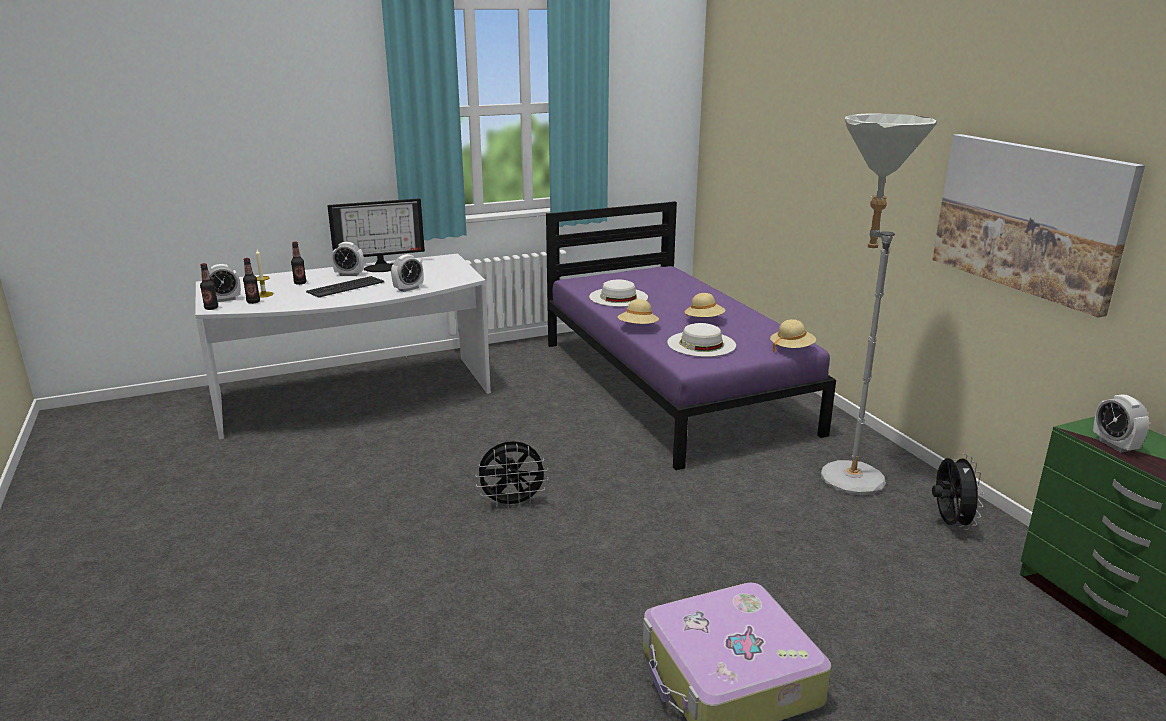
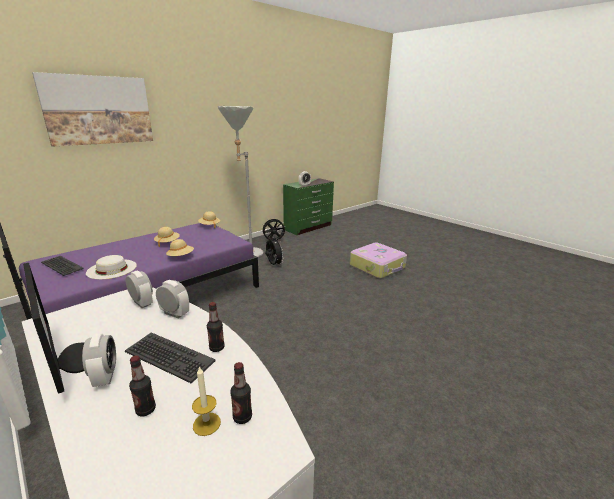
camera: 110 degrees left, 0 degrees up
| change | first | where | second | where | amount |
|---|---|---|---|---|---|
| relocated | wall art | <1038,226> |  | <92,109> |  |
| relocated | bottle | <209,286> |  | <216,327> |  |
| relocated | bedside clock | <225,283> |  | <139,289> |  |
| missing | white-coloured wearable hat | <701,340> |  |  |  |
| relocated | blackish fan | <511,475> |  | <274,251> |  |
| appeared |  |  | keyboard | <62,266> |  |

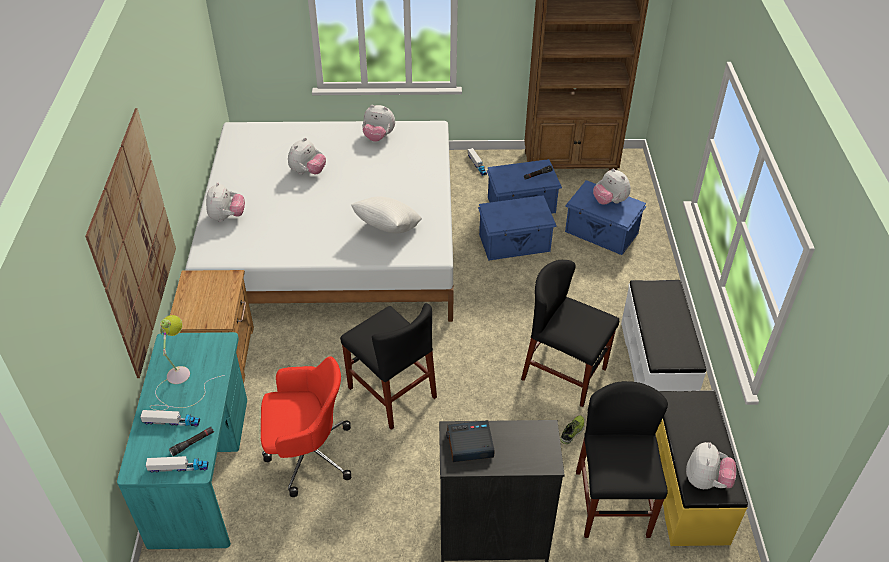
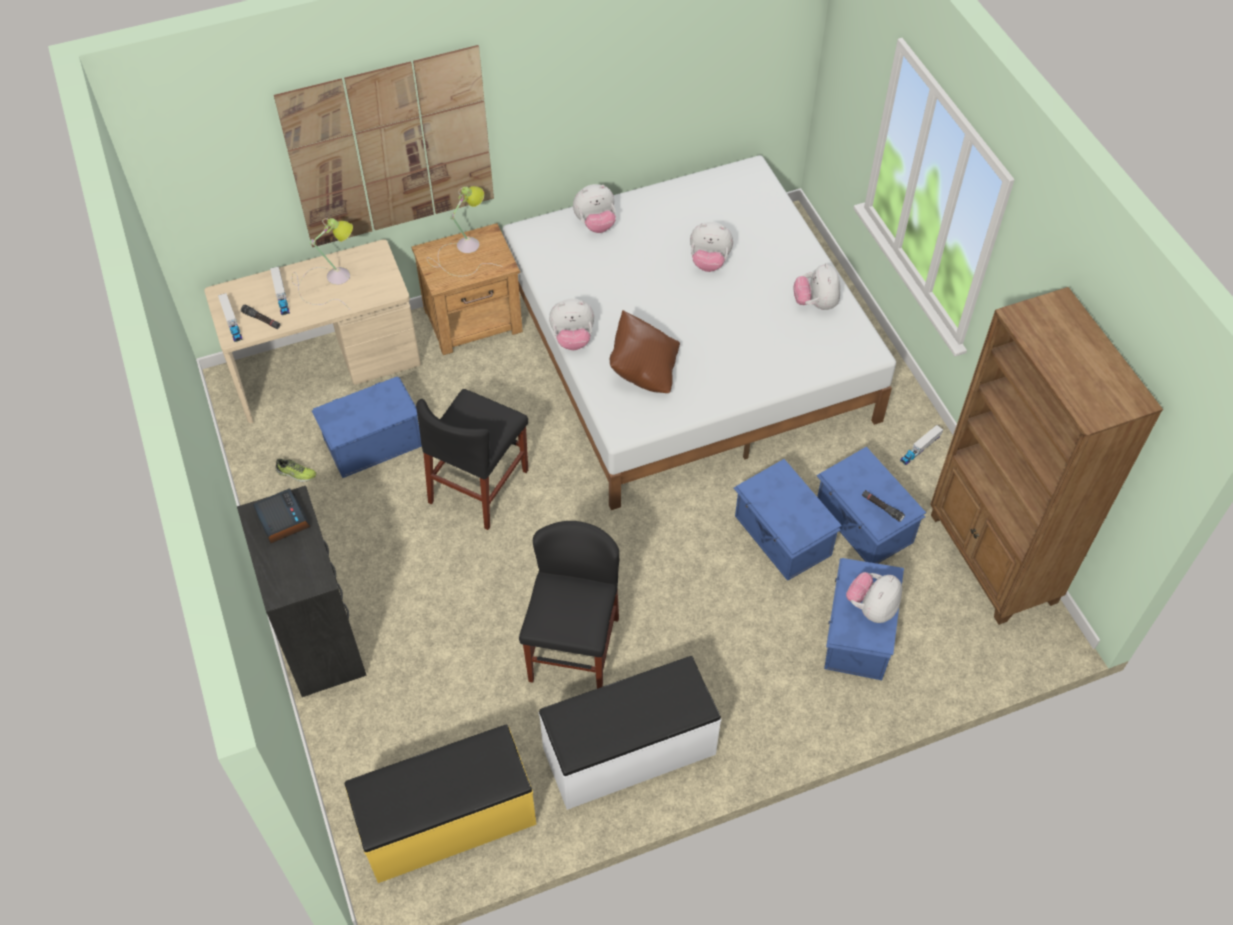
camera: 70 degrees right, 10 degrees up
| change | first | where | second | where | amount |
|---|---|---|---|---|---|
| colour | white-coloured pillow | <386,215> | brownish pillow | <645,351> |  |
| colour | blue-green desk unit | <182,440> | sand-coloured desk unit | <312,331> |  |
| exchanged | reddish computer chair | <306,426> | blue-coloured storage box | <367,427> |  |
| missing | blackish plain chair | <622,459> |  |  |  |
| relocated | shoe | <572,429> |  | <295,470> |  |
| relocated | cuddly toy | <711,465> |  | <571,324> |  |
| appeared |  |  | lamp for a table | <464,231> |  |

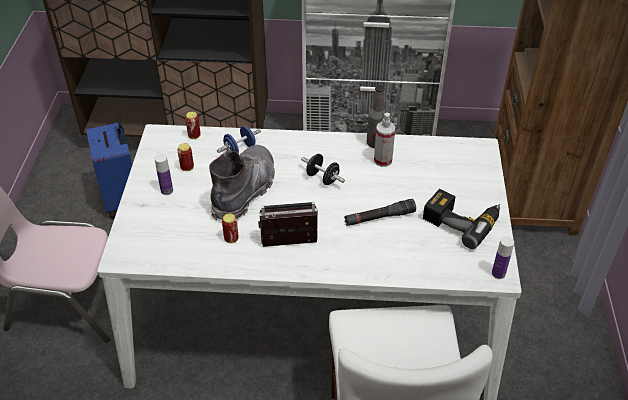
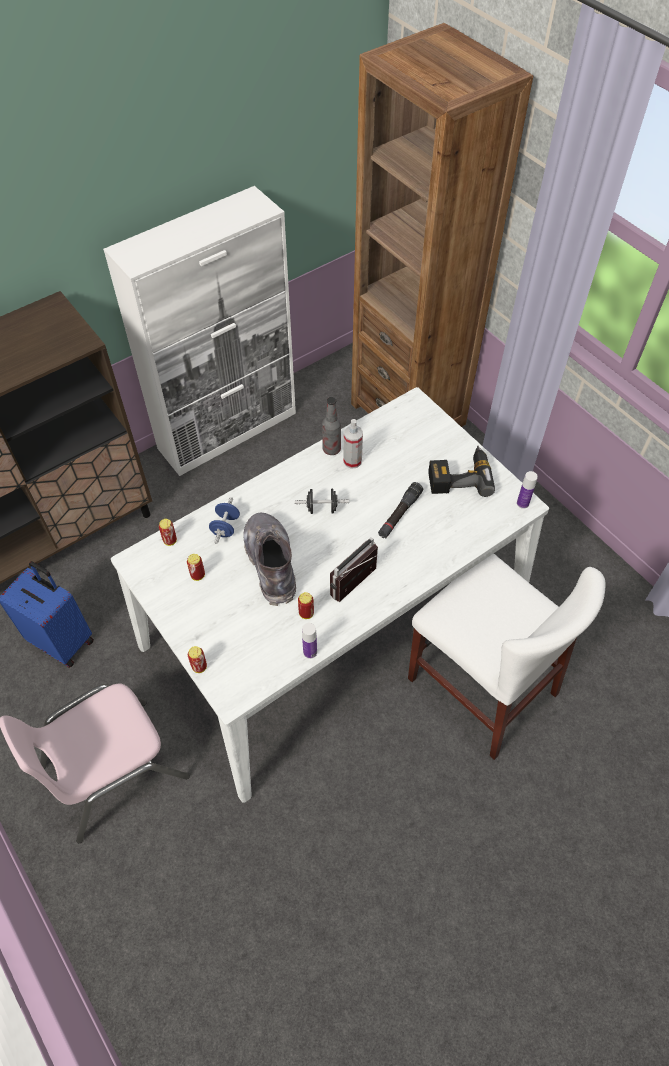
camera: 40 degrees left, 10 degrees up
| change | first | where | second | where | amount |
|---|---|---|---|---|---|
| relocated | bottle | <164,174> |  | <309,641> |  |
| appeared |  |  | sealed can | <197,659> |  |

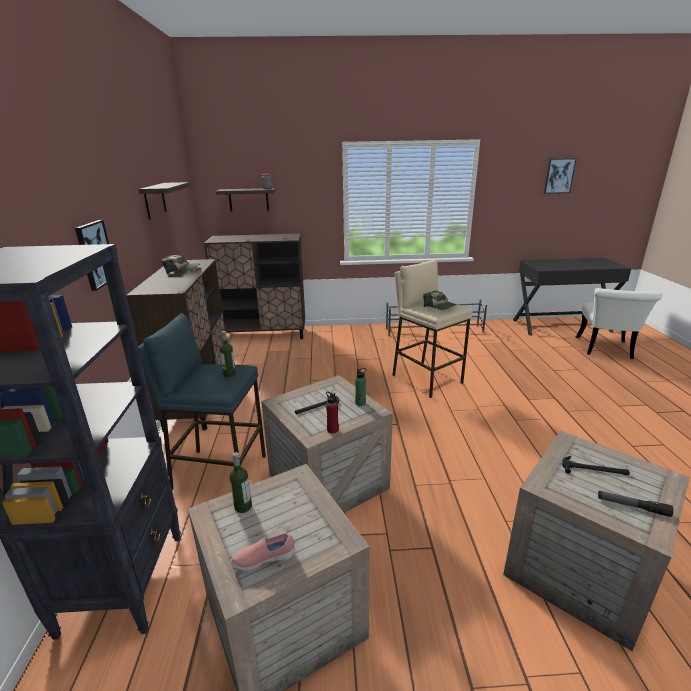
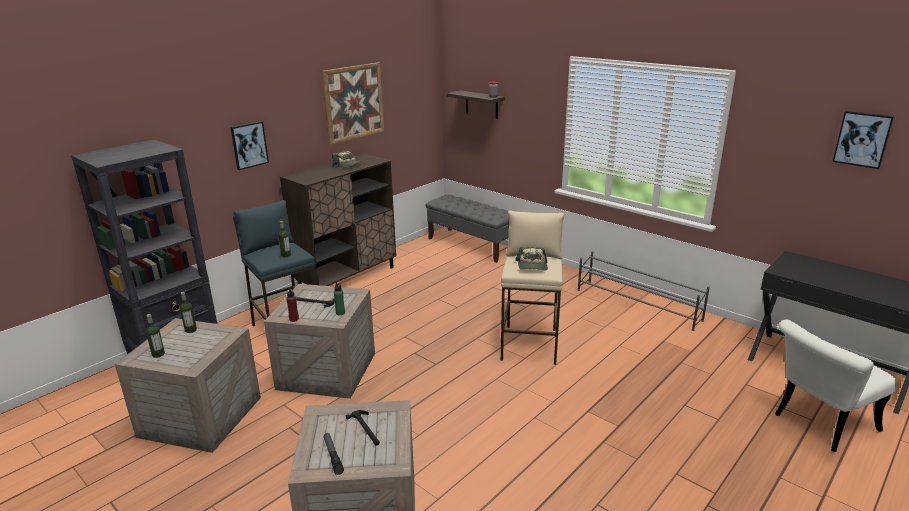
camera: 45 degrees right, 0 degrees up
| change | first | where | second | where | amount |
|---|---|---|---|---|---|
| exchanged | shelf | <164,200> | wall art | <353,103> |  |
| exchanged | brownish cabinet | <254,286> | grey bench | <467,229> |  |
| exchanged | pinkish shoe | <263,552> | bottle | <155,336> |  |

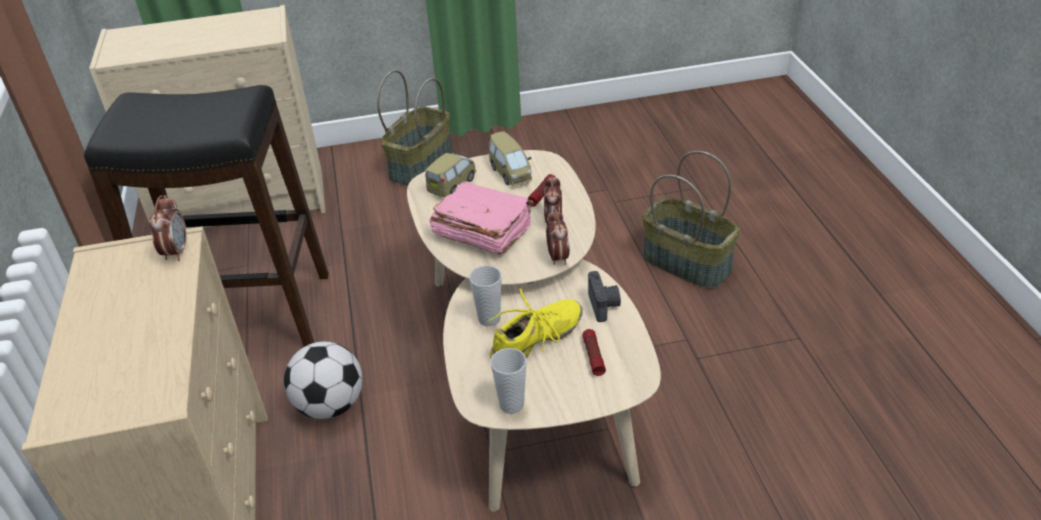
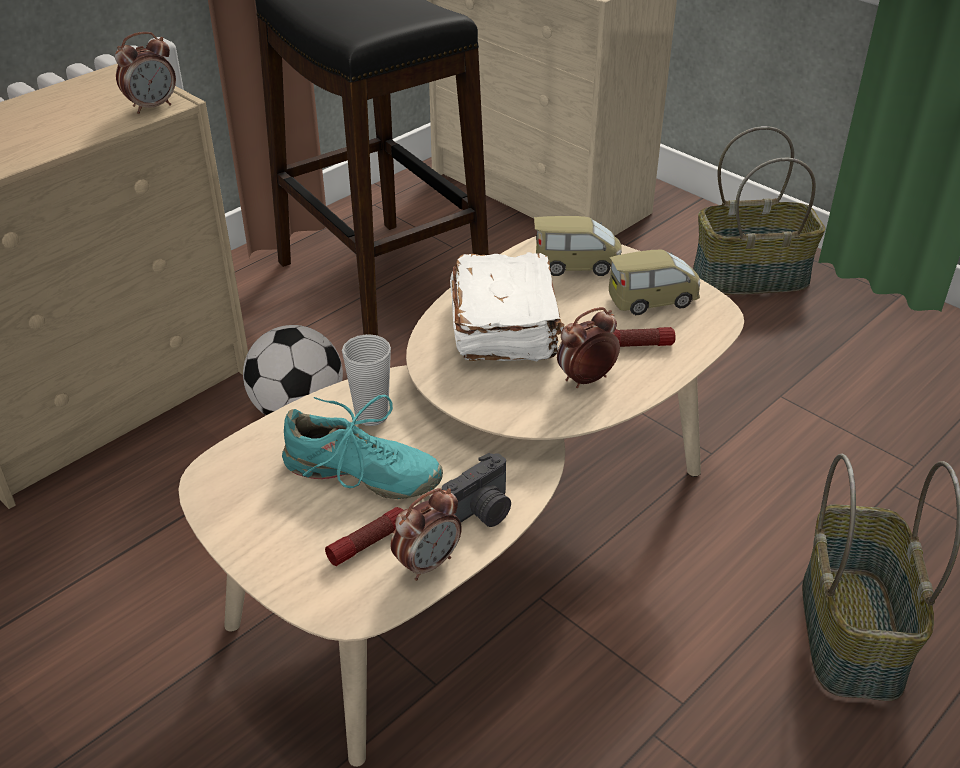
camera: 55 degrees right, 0 degrees up
| change | first | where | second | where | amount |
|---|---|---|---|---|---|
| spun | toy car | <510,158> |  | <654,282> | 135 degrees counterclockwise |
| colour | pinkish book | <481,218> | white-coloured book | <507,307> |  |
| relocated | bedside clock | <558,237> |  | <426,534> |  |
| colour | yellow-coloured shoe | <535,323> | blue-green shoe | <362,447> |  |
| missing | cup | <508,381> |  |  |  |

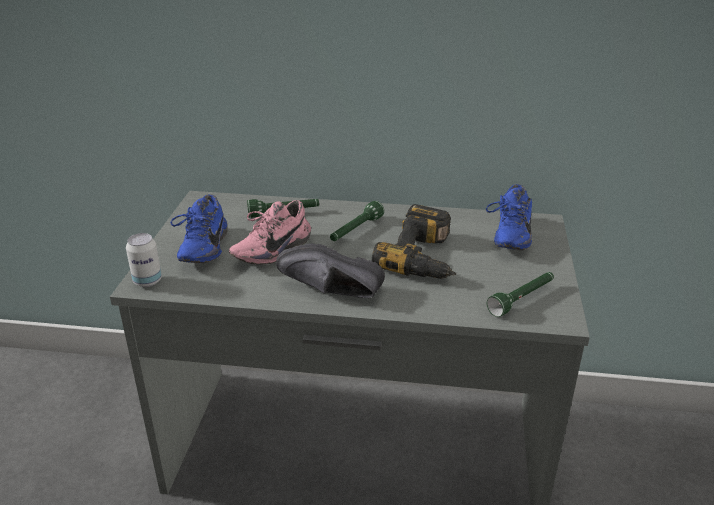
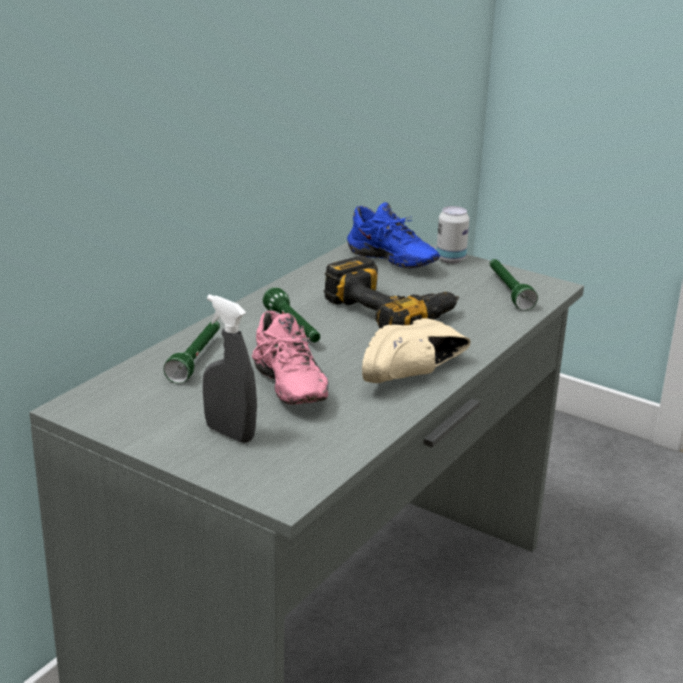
camera: 65 degrees left, 5 degrees down
| change | first | where | second | where | amount |
|---|---|---|---|---|---|
| exchanged | blue-coloured shoe | <199,228> | grey spray bottle | <230,368> |  |
| relocated | sealed can | <144,260> |  | <453,234> |  |
| colour | blackish shoe | <330,270> | sand-coloured shoe | <416,350> |  |

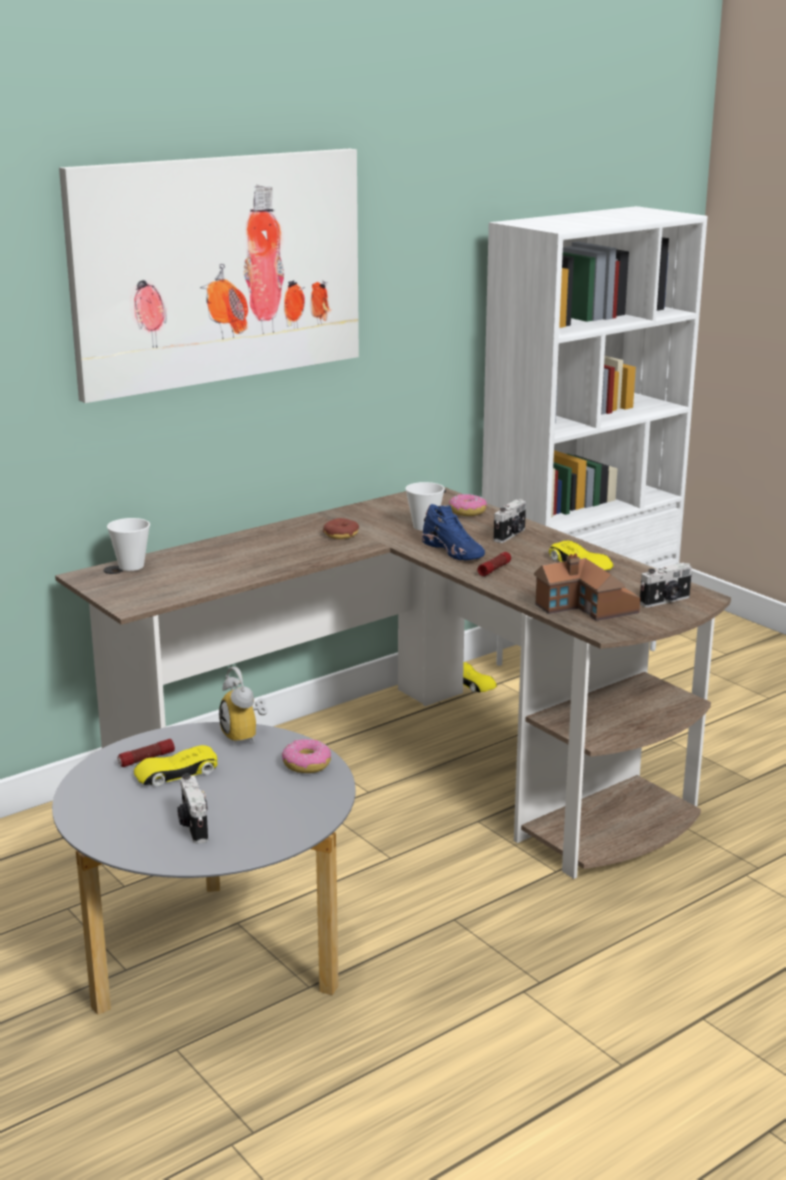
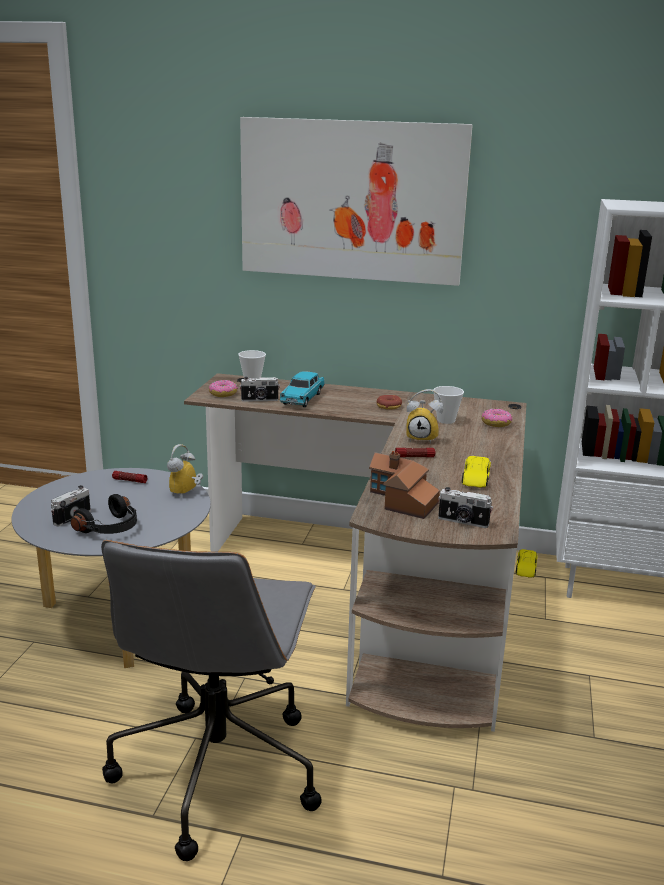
camera: 50 degrees right, 0 degrees up
| change | first | where | second | where | amount |
|---|---|---|---|---|---|
| relocated | still camera | <510,521> |  | <260,389> |  |
| exchanged | blue-coloured shoe | <453,532> | bedside clock | <425,416> |  |
| relocated | doughnut | <306,756> |  | <223,388> |  |
| missing | yellow-coloured toy car | <175,765> |  |  |  |
| appeared |  |  | blue-green toy car | <302,389> |  |
| appeared |  |  | blackish headset | <104,514> |  |
| appeared |  |  | grey computer chair | <211,700> |  |

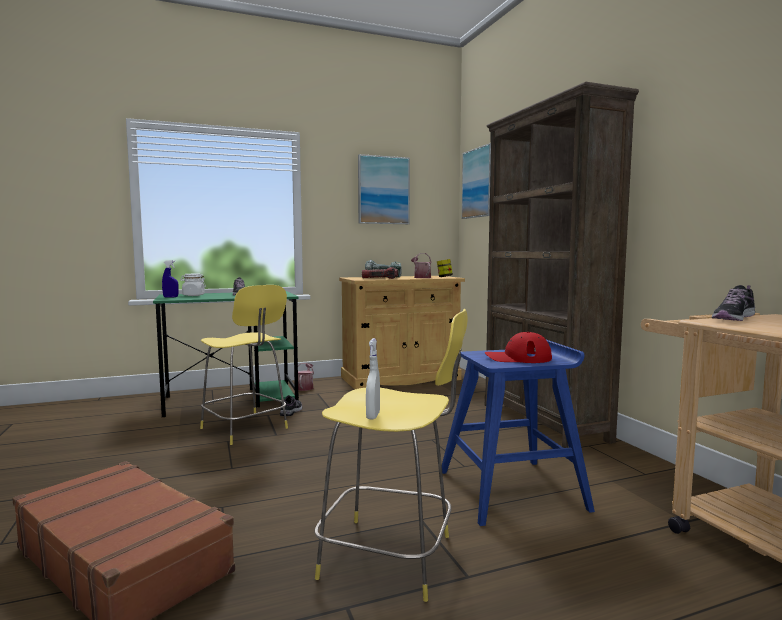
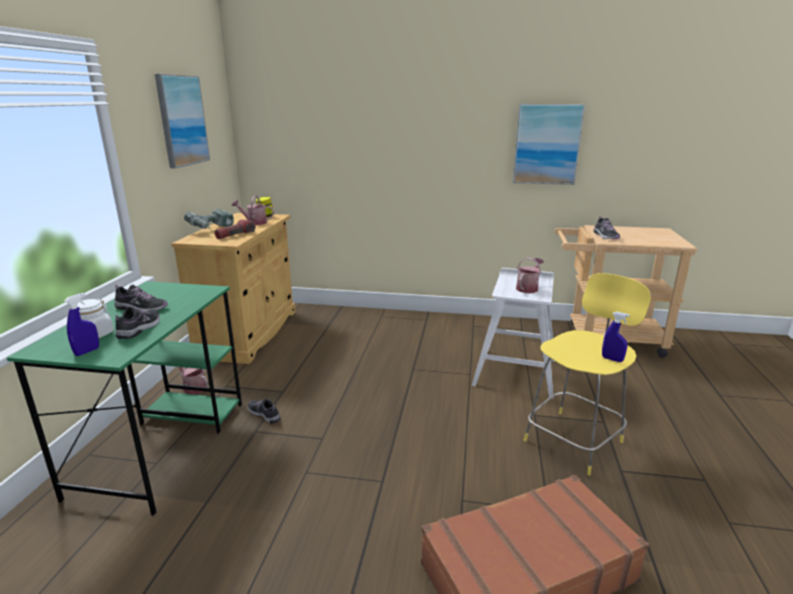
camera: 60 degrees left, 15 degrees up
| change | first | where | second | where | amount |
|---|---|---|---|---|---|
| missing | brownish bookshelf | <562,265> |  |  |  |
| relocated | wall art | <476,181> |  | <549,144> |  |
| missing | yellow-coloured stool seat | <244,365> |  |  |  |
| exchanged | reddish baseball cap | <518,347> | watering can | <530,275> |  |
| colour | white-coloured spray bottle | <373,378> | blue-coloured spray bottle | <616,337> |  |
| colour | blue-coloured stool seat | <518,433> | white-coloured stool seat | <513,333> |  |
| appeared |  |  | shoe | <137,322> |  |

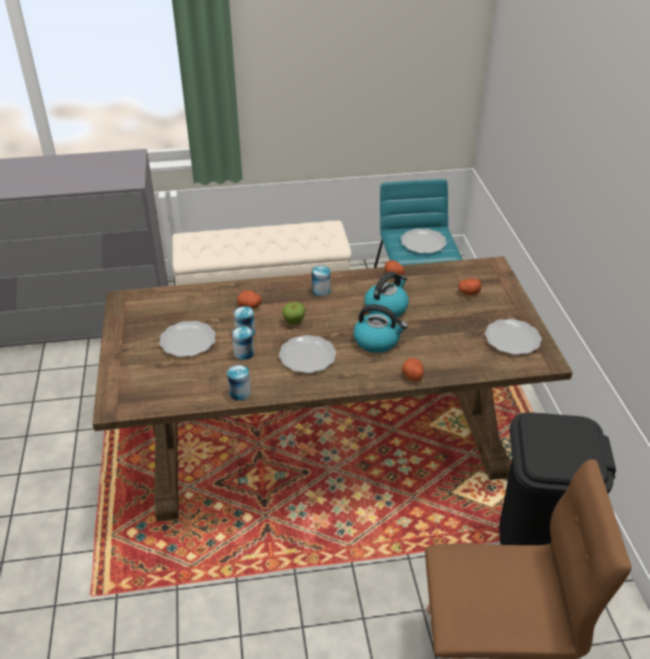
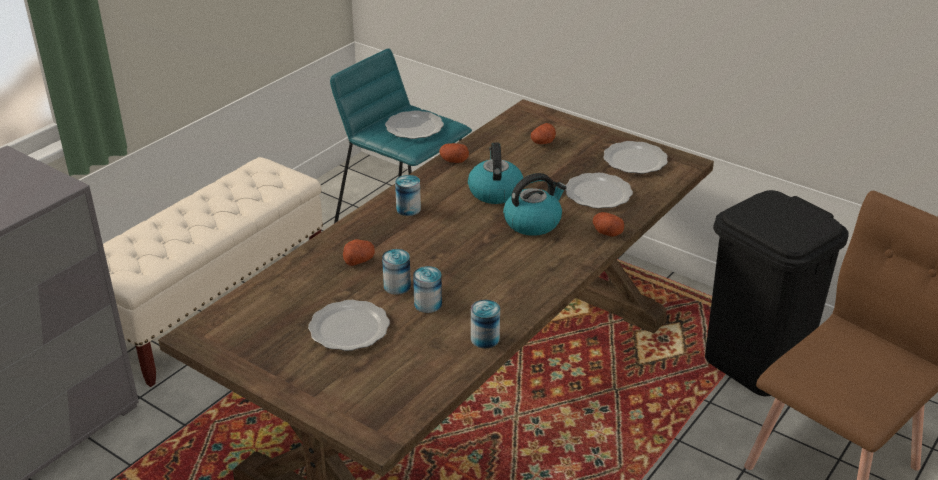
camera: 45 degrees left, 5 degrees down
| change | first | where | second | where | amount |
|---|---|---|---|---|---|
| missing | whole apple | <293,313> |  |  |  |
| relocated | plate | <307,354> |  | <599,191> |  |

